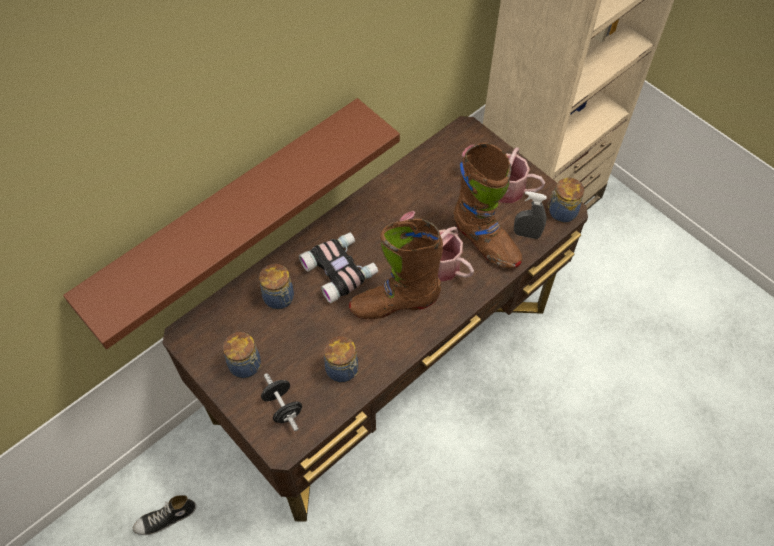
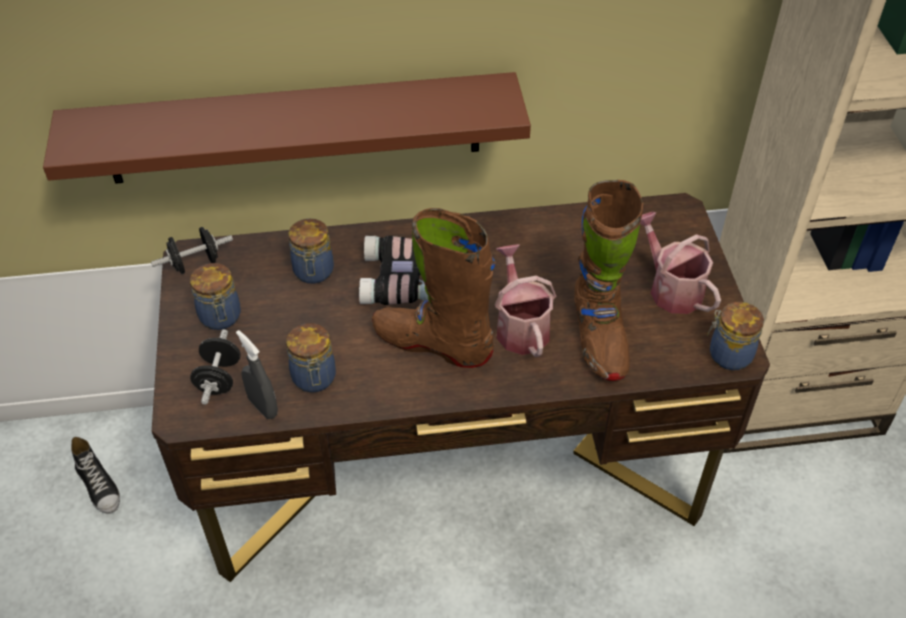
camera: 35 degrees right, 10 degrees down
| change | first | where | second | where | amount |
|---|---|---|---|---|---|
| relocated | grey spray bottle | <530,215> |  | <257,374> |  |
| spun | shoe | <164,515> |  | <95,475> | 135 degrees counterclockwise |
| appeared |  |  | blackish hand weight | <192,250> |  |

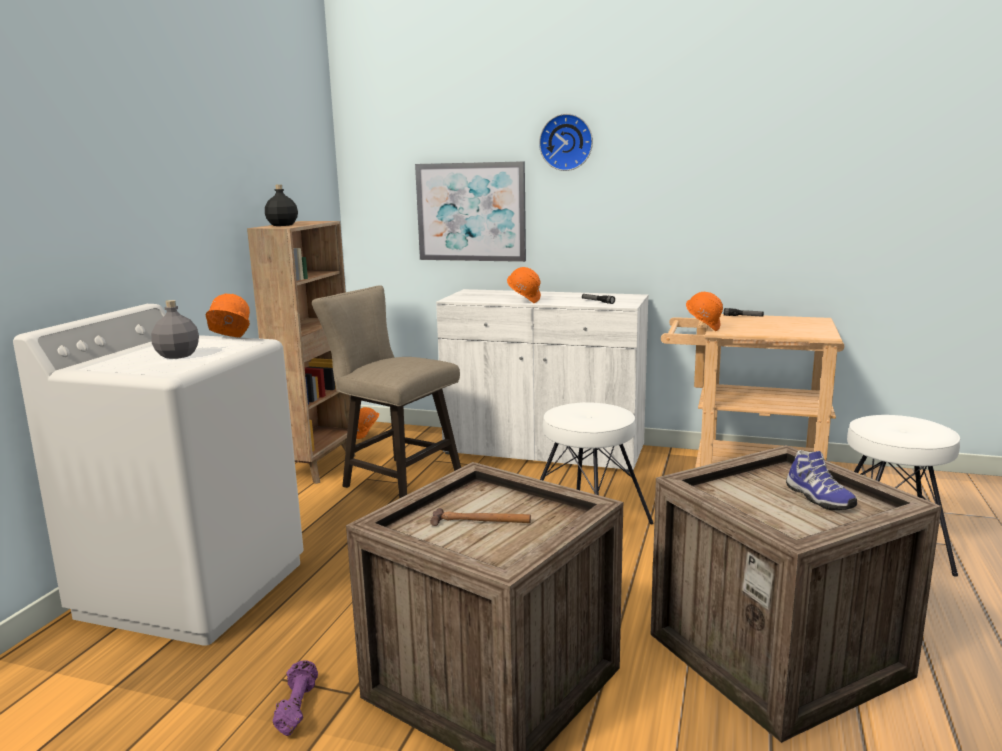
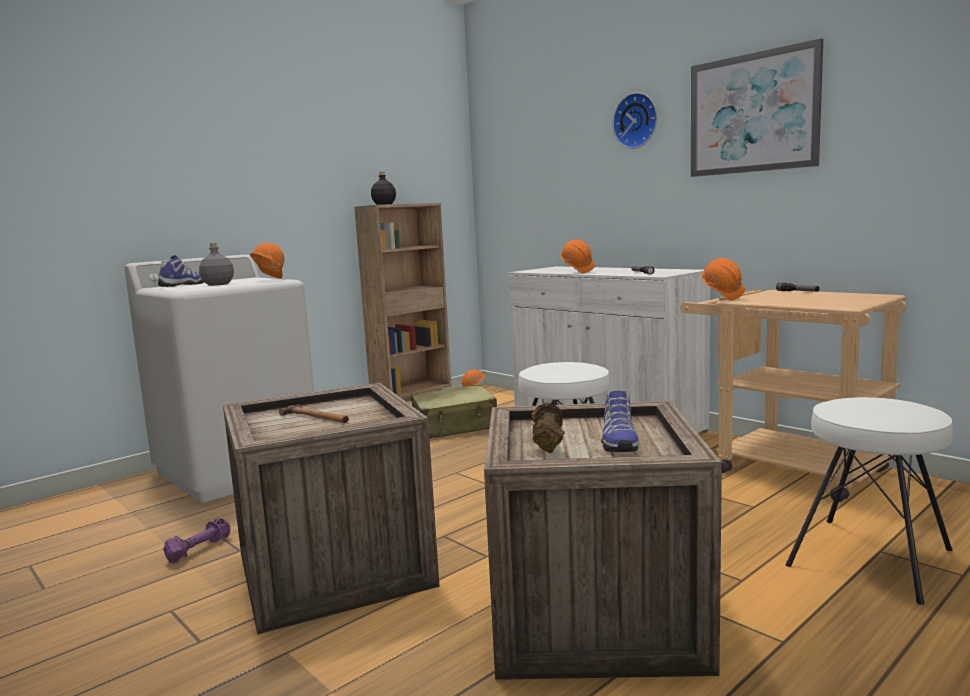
camera: 30 degrees right, 5 degrees down
| change | first | where | second | where | amount |
|---|---|---|---|---|---|
| relocated | wall art | <470,211> |  | <757,107> |  |
| exchanged | sand-coloured stool seat | <386,392> | sand-coloured travel case | <454,411> |  |
| appeared |  |  | shoe | <181,271> |  |
| appeared |  |  | brownish hand weight | <547,428> |  |

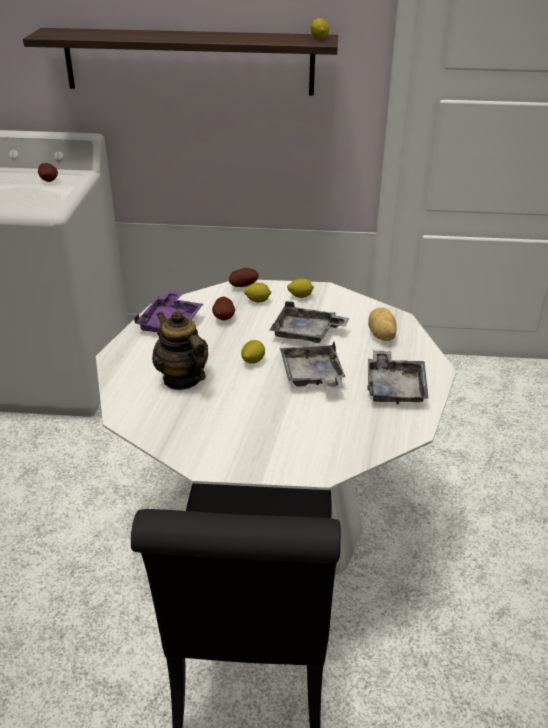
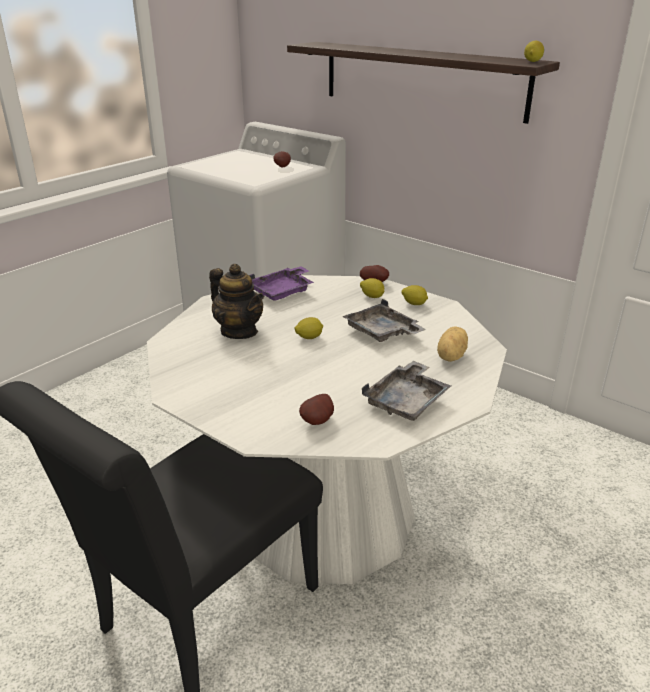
camera: 35 degrees right, 5 degrees down
| change | first | where | second | where | amount |
|---|---|---|---|---|---|
| relocated | potato | <223,308> |  | <316,409> |  |
| spun | teapot | <180,350> |  | <236,301> | 135 degrees clockwise |
| missing | grey carrying tray | <312,365> |  |  |  |

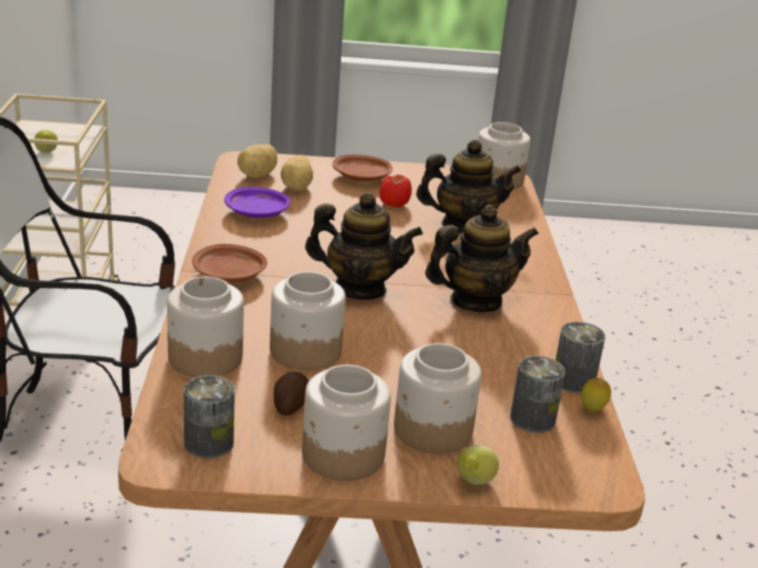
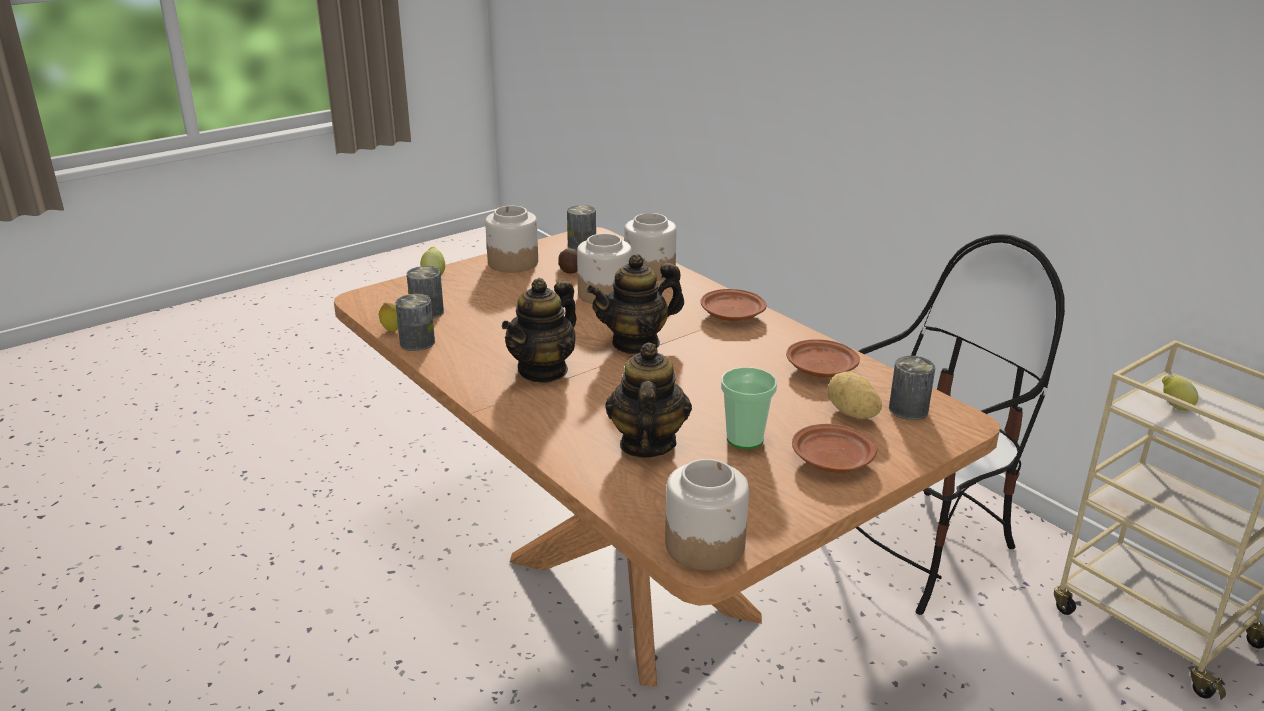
camera: 145 degrees right, 0 degrees up
| change | first | where | second | where | amount |
|---|---|---|---|---|---|
| spun | teapot | <468,187> |  | <648,400> | 135 degrees clockwise |
| exchanged | potato | <257,161> | sealed can | <912,388> |  |
| exchanged | tomato | <396,191> | cup | <749,408> |  |
| colour | purplish plate | <257,202> | brownish plate | <823,358> |  |
| missing | preserve jar | <437,398> |  |  |  |

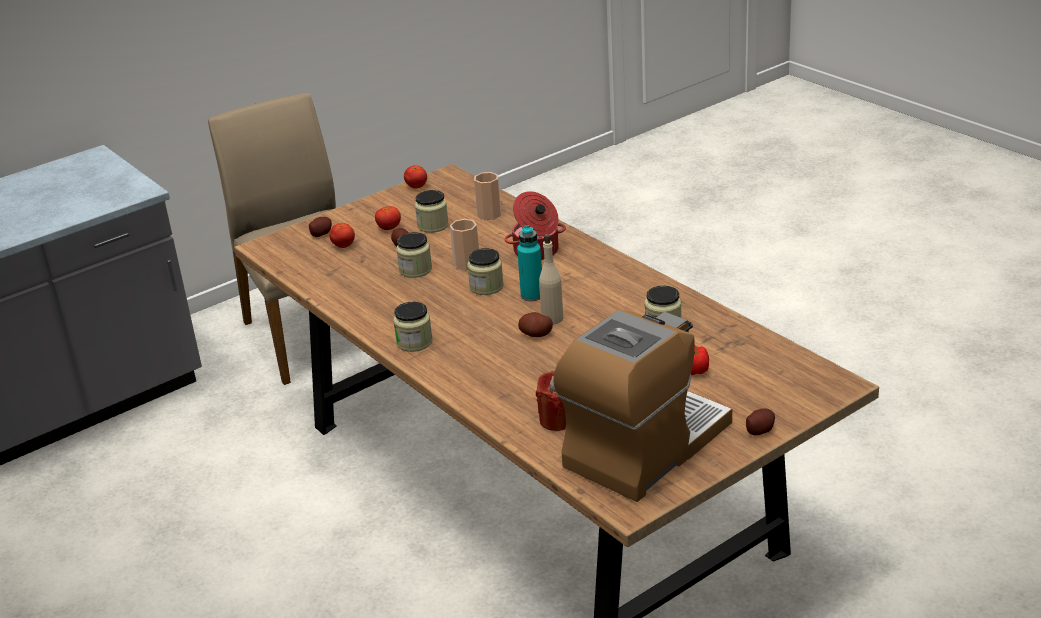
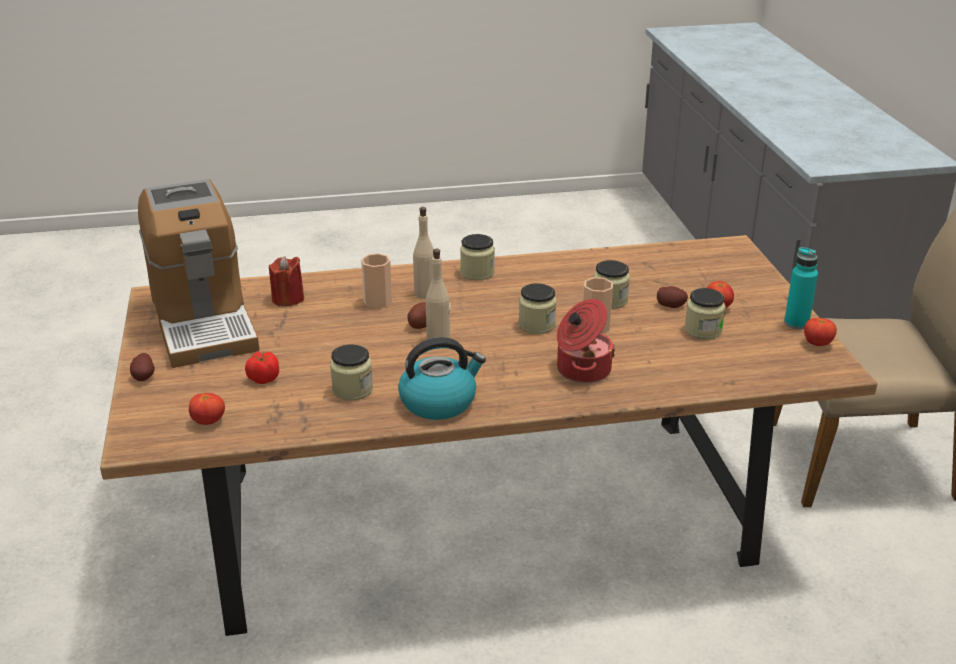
camera: 115 degrees right, 0 degrees up
| change | first | where | second | where | amount |
|---|---|---|---|---|---|
| relocated | cup | <487,196> |  | <376,281> |  |
| missing | potato | <320,227> |  |  |  |
| relocated | tomato | <342,235> |  | <207,409> |  |
| relocated | blue-green bottle | <529,263> |  | <801,288> |  |
| appeared |  |  | sand-coloured bottle | <423,253> |  |
| appeared |  |  | kettle | <442,378> |  |

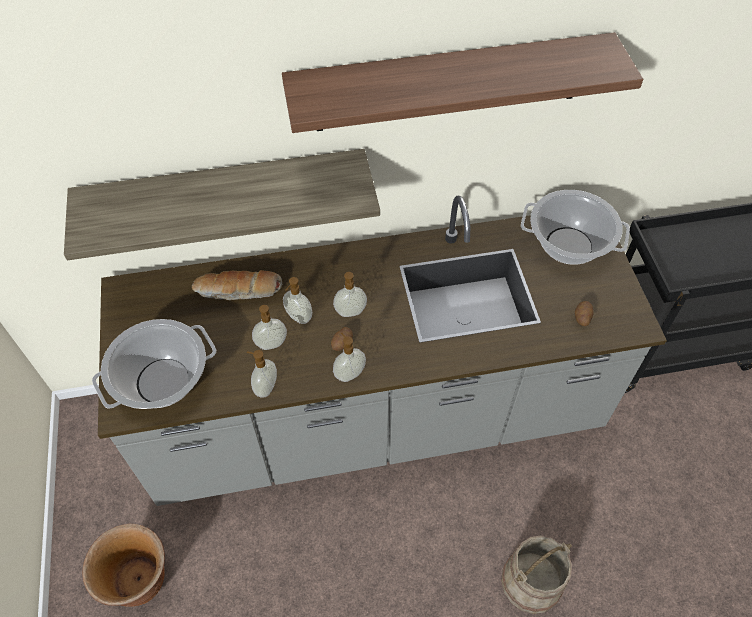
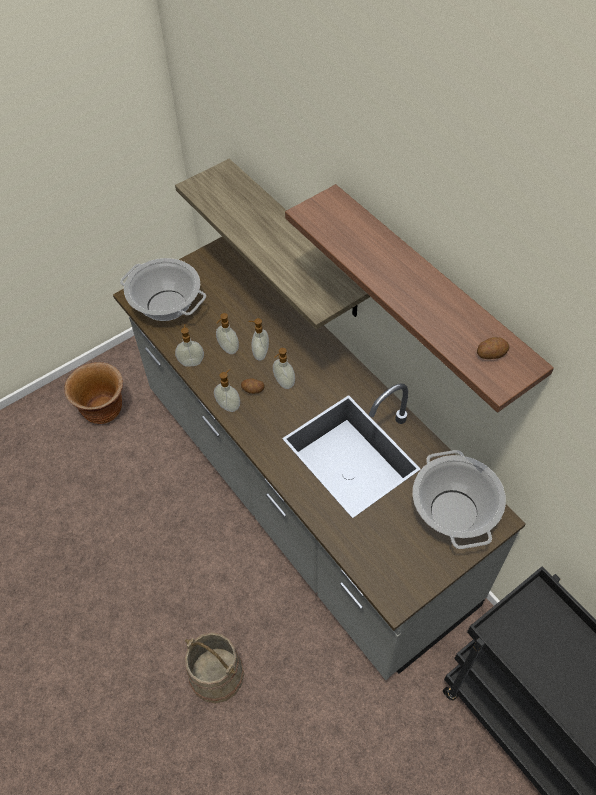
camera: 65 degrees right, 0 degrees up
| change | first | where | second | where | amount |
|---|---|---|---|---|---|
| missing | baked bread | <237,285> |  |  |  |
| relocated | potato | <584,313> |  | <493,348> |  |

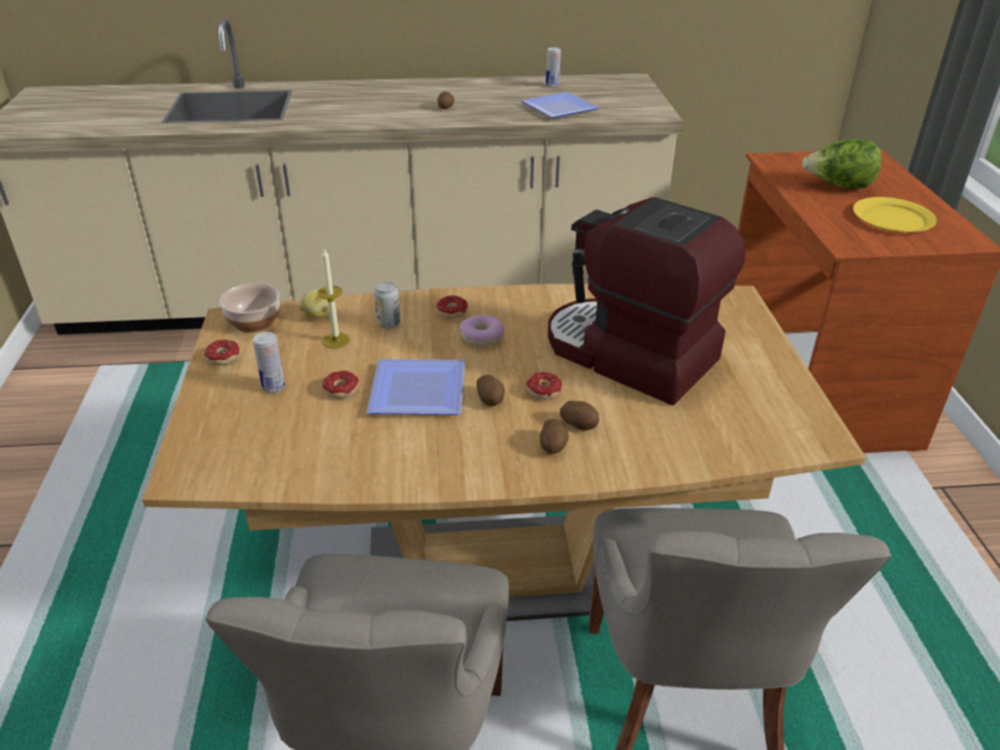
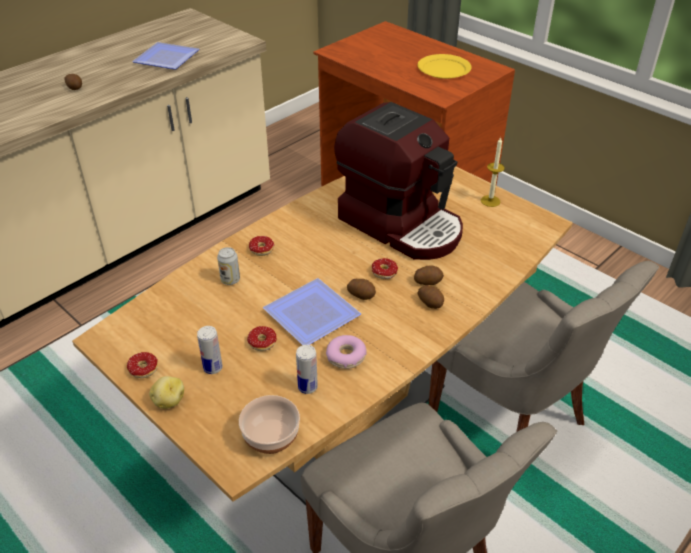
camera: 40 degrees left, 5 degrees up
| change | first | where | second | where | amount |
|---|---|---|---|---|---|
| relocated | sealed can | <553,67> |  | <307,369> |  |
| missing | lettuce head | <841,163> |  |  |  |
| spun | coffee maker | <646,301> |  | <398,181> | 135 degrees counterclockwise |
| relocated | wax light | <334,298> |  | <493,172> |  |
| relocated | serving bowl | <249,308> |  | <269,424> |  |
| relocated | potato | <314,303> |  | <166,392> |  |
| relocated | doughnut | <482,330> |  | <346,352> |  |

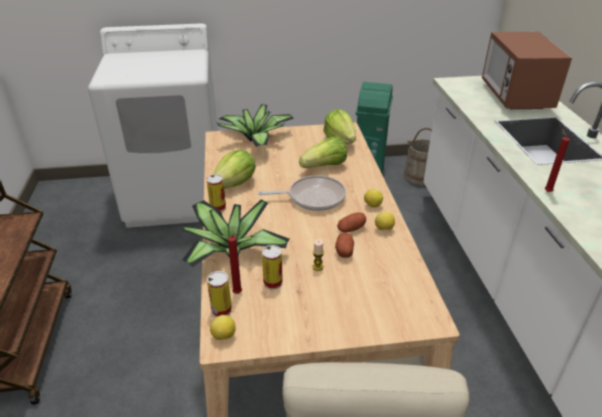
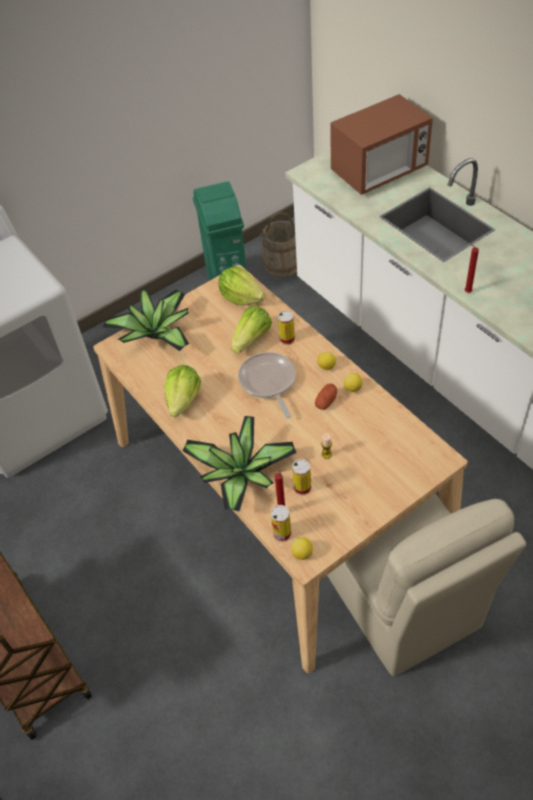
camera: 25 degrees left, 15 degrees up
| change | first | where | second | where | amount |
|---|---|---|---|---|---|
| spun | microwave oven | <527,70> |  | <381,144> | 90 degrees counterclockwise |
| relocated | sealed can | <216,193> |  | <286,327> |  |
| spun | pan | <302,193> |  | <267,385> | 75 degrees counterclockwise |
| missing | potato | <344,245> |  |  |  |

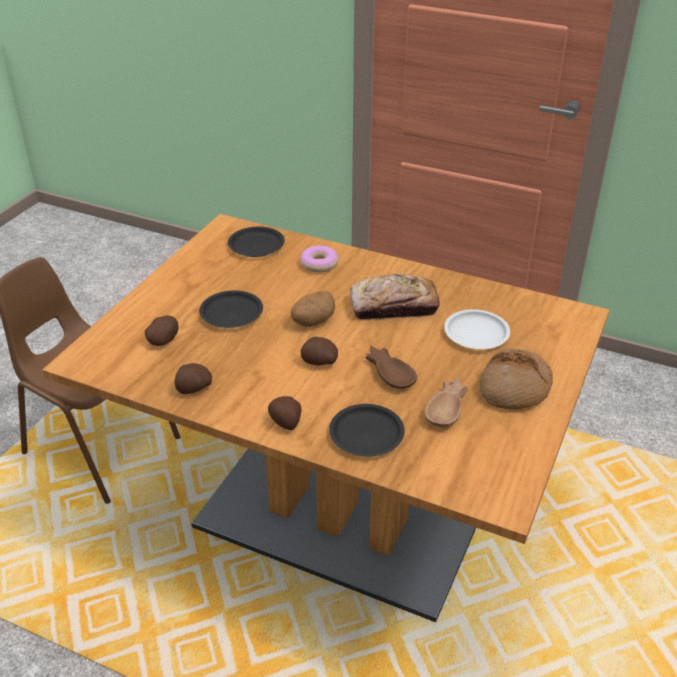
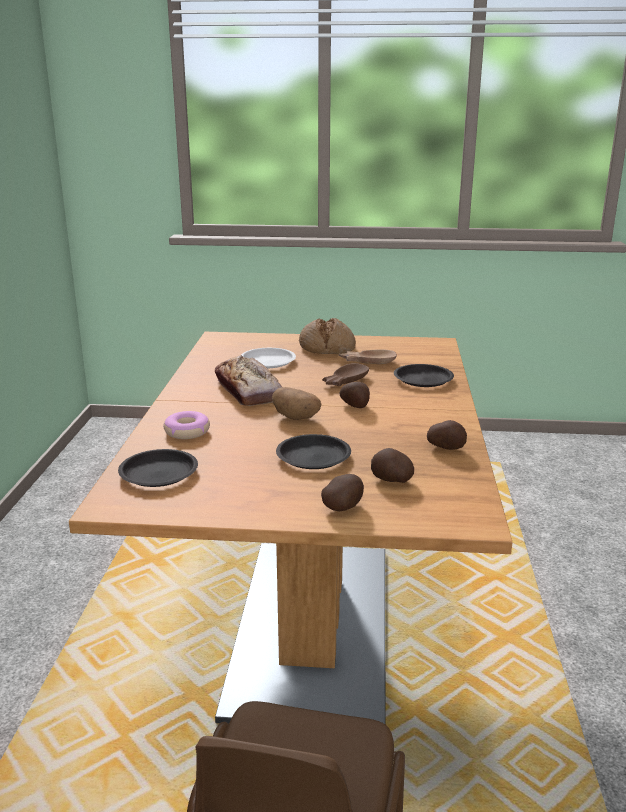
camera: 110 degrees left, 15 degrees down
| change | first | where | second | where | amount |
|---|---|---|---|---|---|
| relocated | potato | <284,413> |  | <342,493> |  |

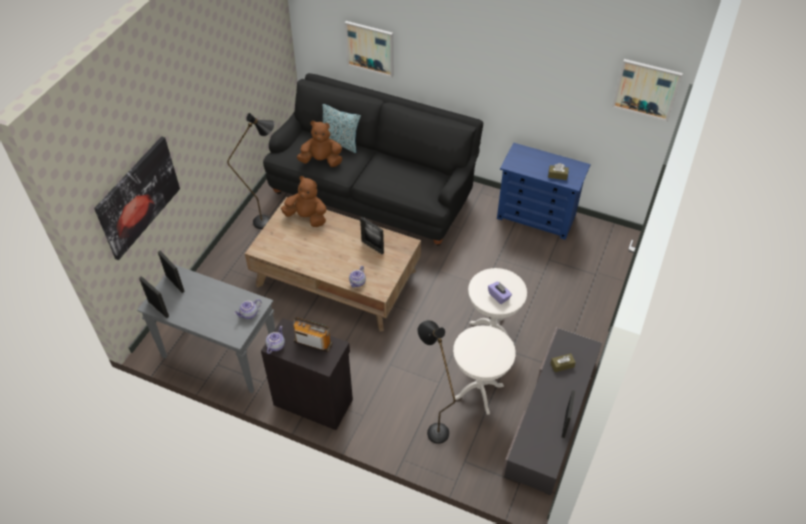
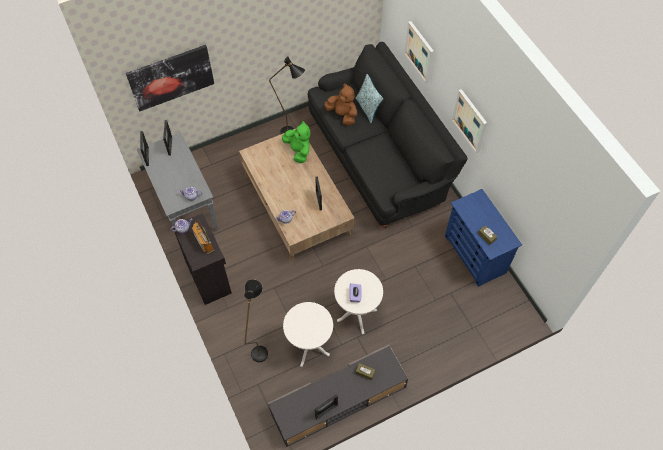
camera: 40 degrees right, 10 degrees up
| change | first | where | second | where | amount |
|---|---|---|---|---|---|
| relocated | wall art | <647,90> |  | <469,121> |  |
| colour | brownish cuddly toy | <303,201> | green cuddly toy | <296,141> |  |

